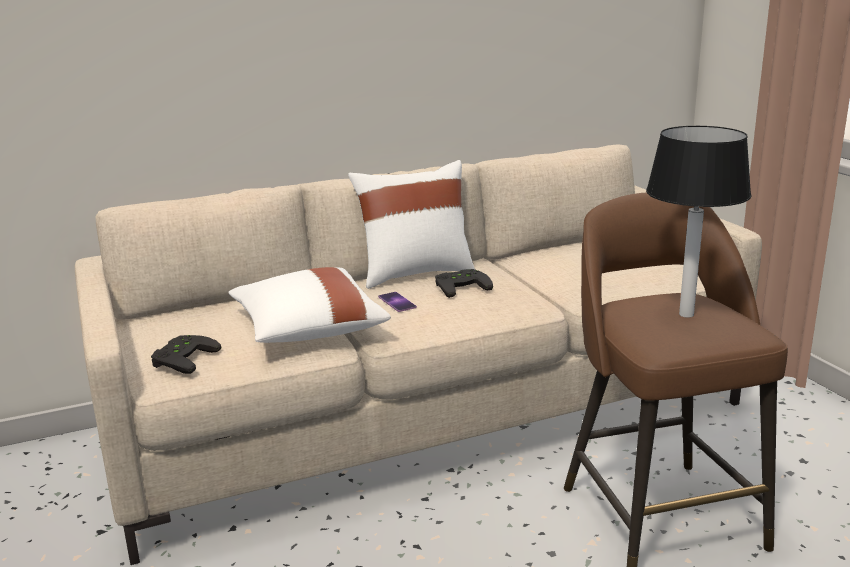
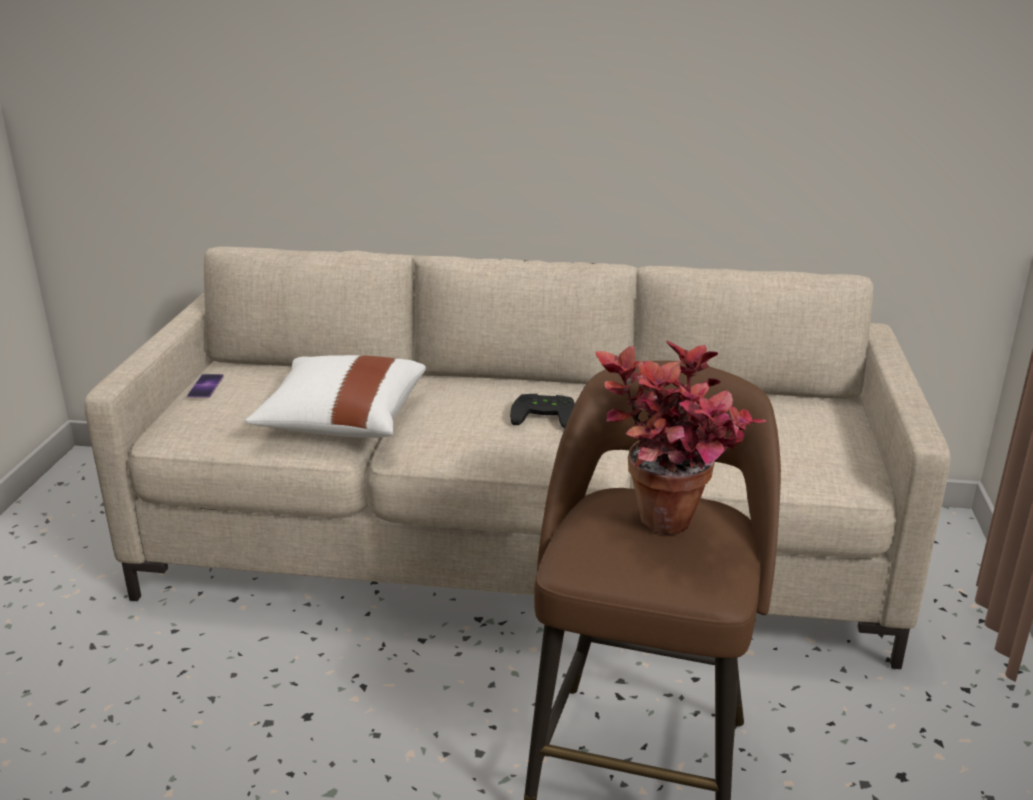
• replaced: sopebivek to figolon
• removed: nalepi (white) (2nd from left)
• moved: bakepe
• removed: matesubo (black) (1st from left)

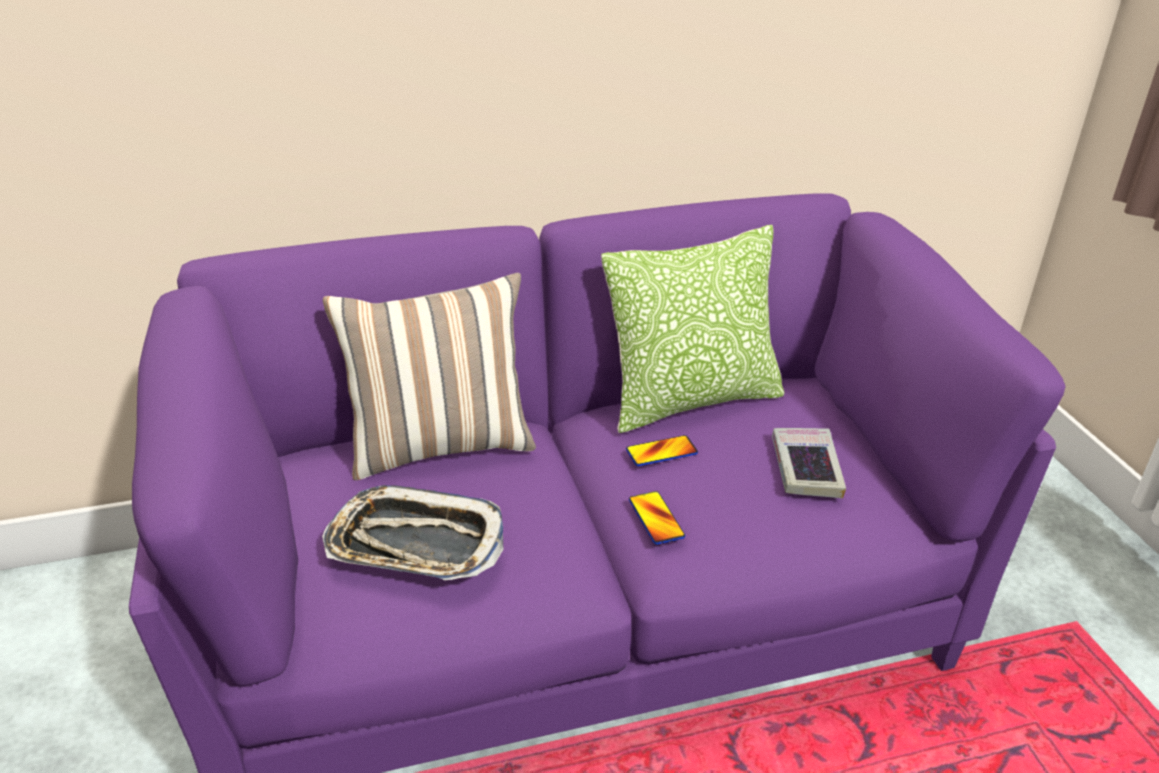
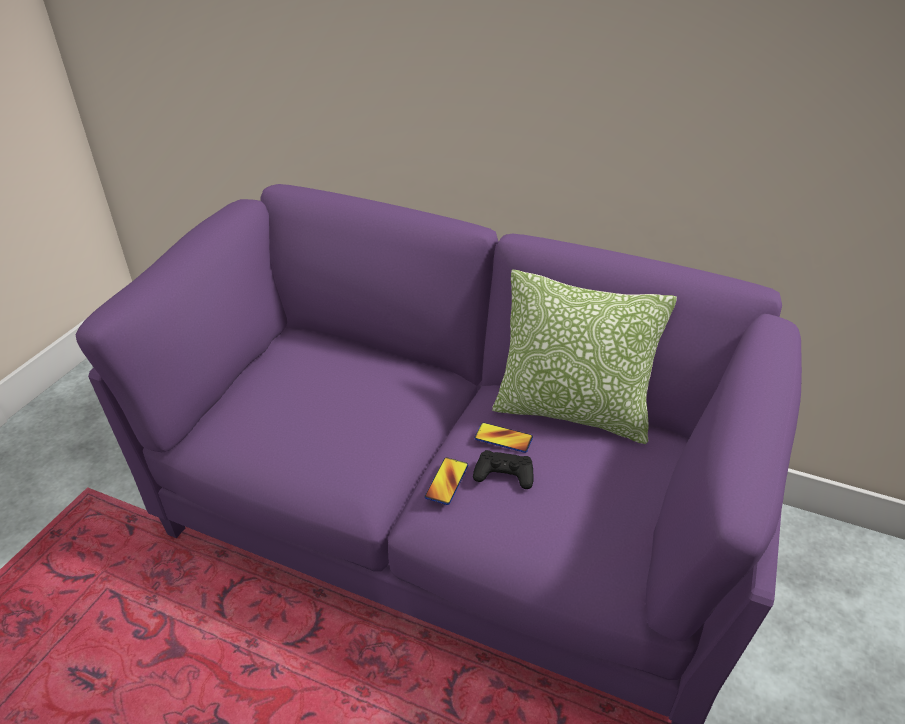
• removed: nalepi (1st from left)
• removed: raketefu
• removed: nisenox
• added: matesubo (black)

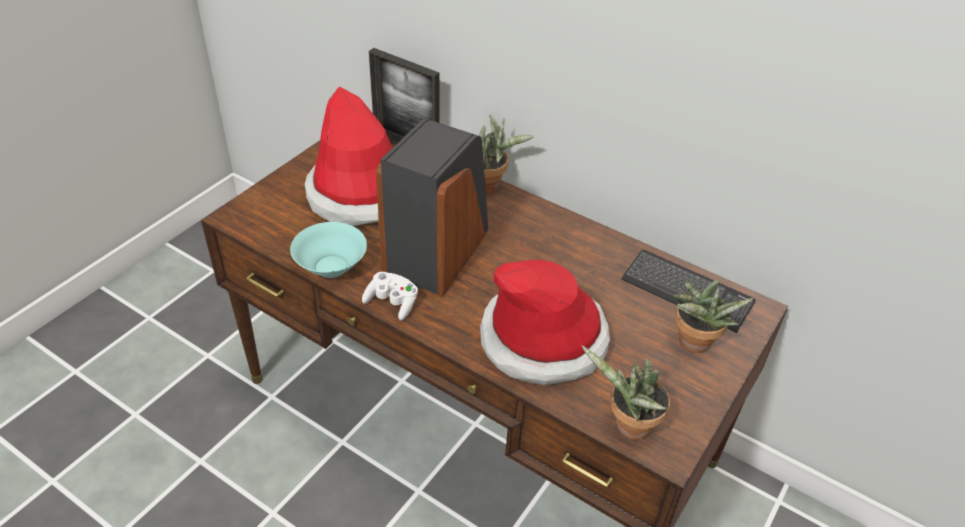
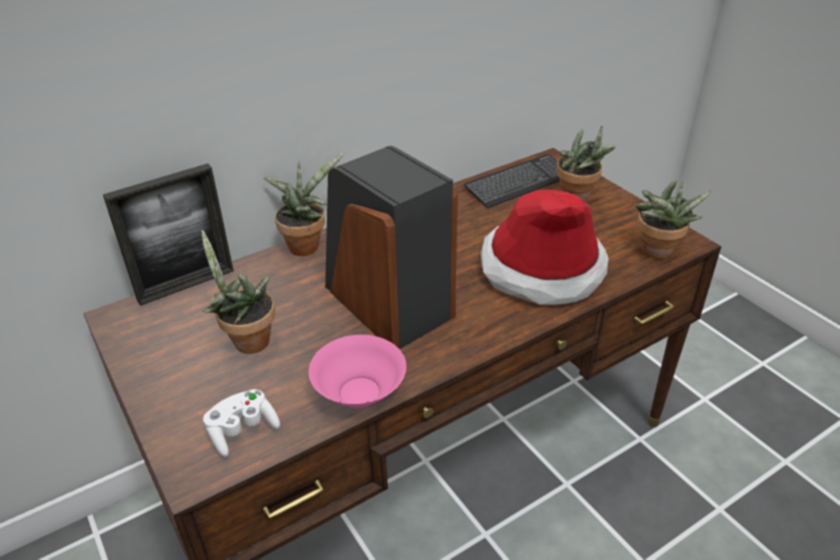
• replaced: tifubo (1st from left) to figolon (1st from left)
• recoloured: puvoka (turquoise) to puvoka (pink)
• moved: matesubo (white)

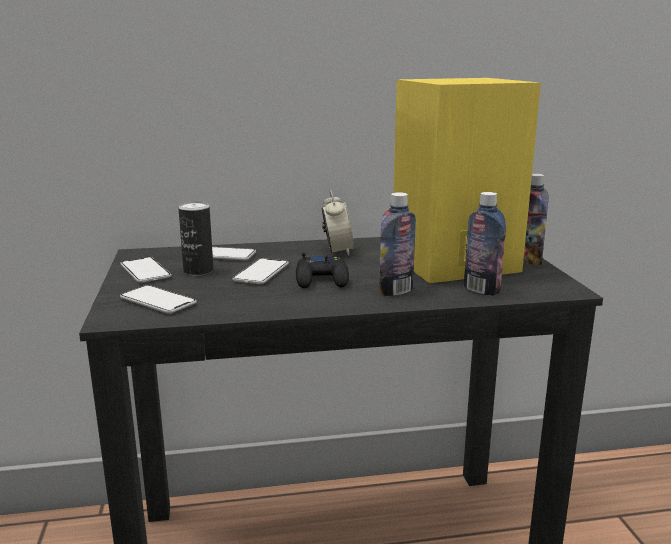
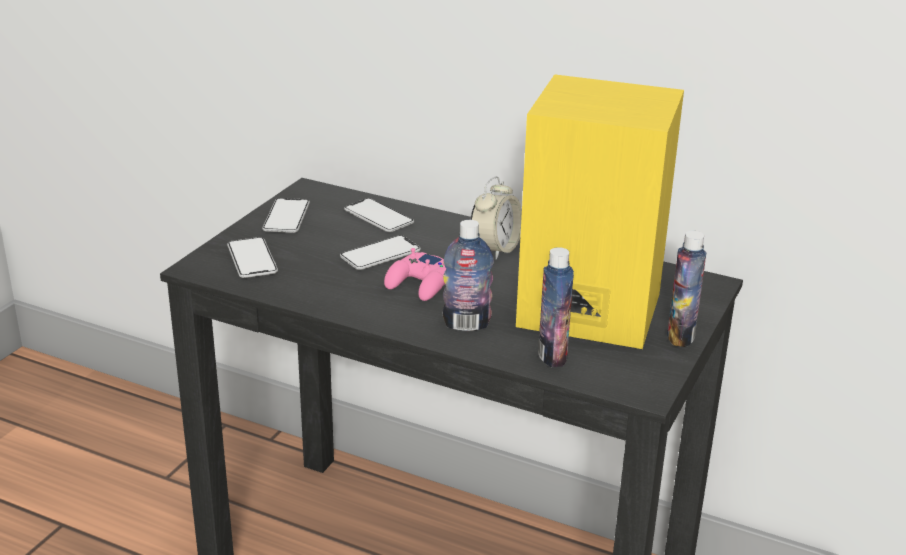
• removed: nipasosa
• recoloured: matesubo (black) to matesubo (pink)

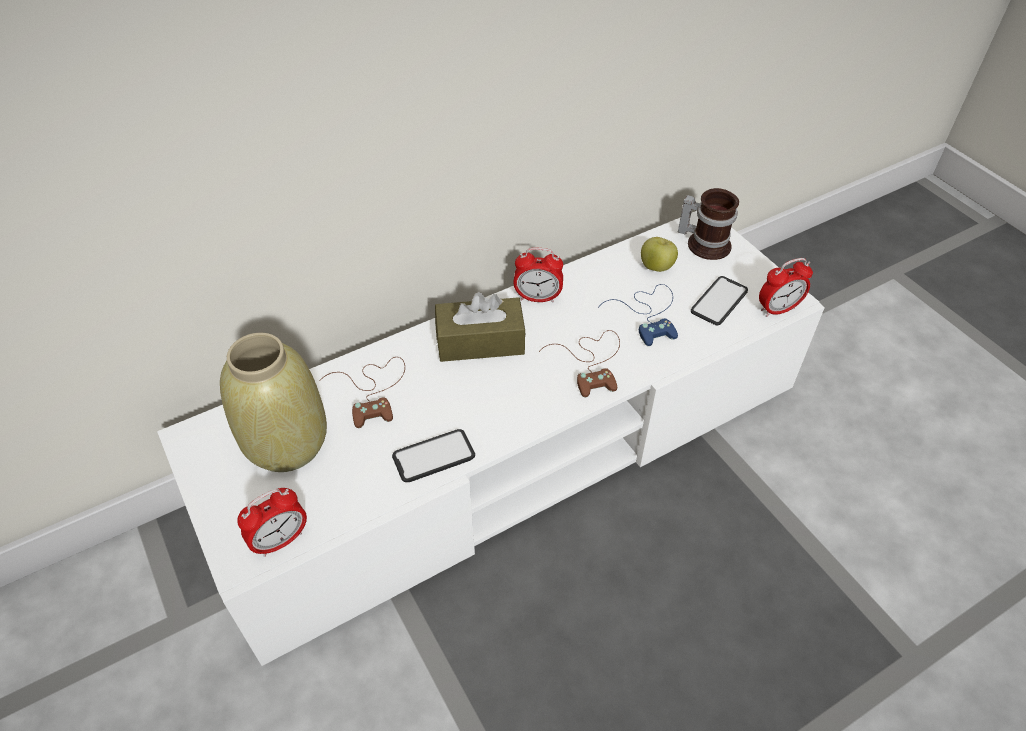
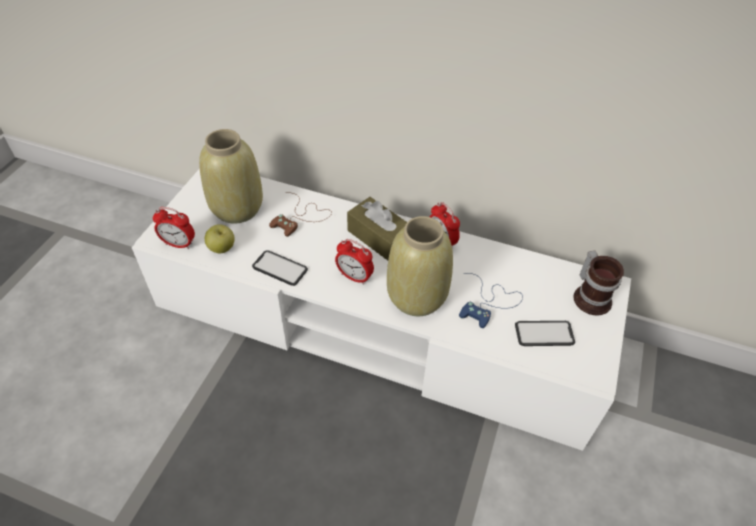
• moved: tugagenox
• moved: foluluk (3rd from left in the first image) to foluluk (2nd from left)
• replaced: matesubo (brown) (2nd from left) to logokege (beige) (2nd from left)

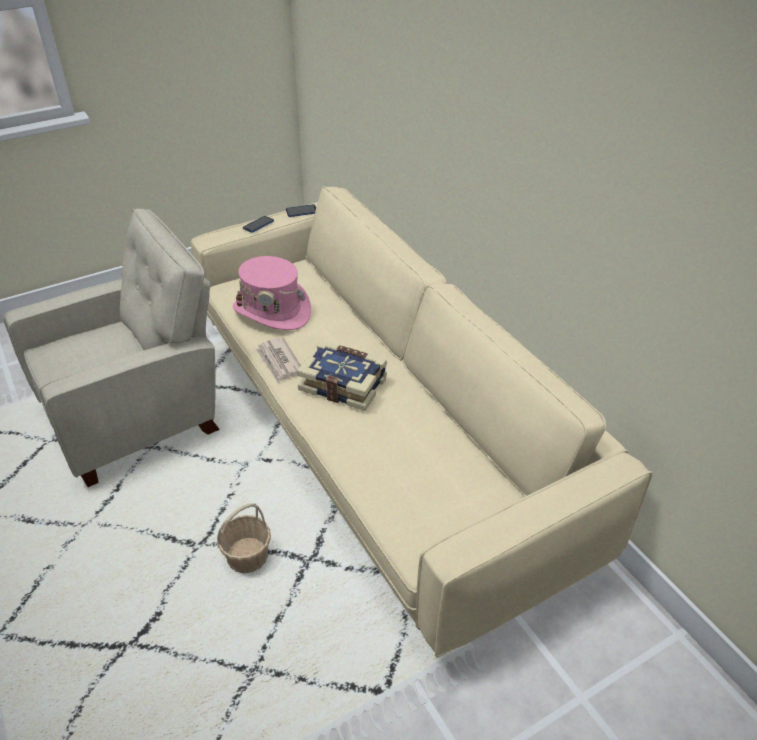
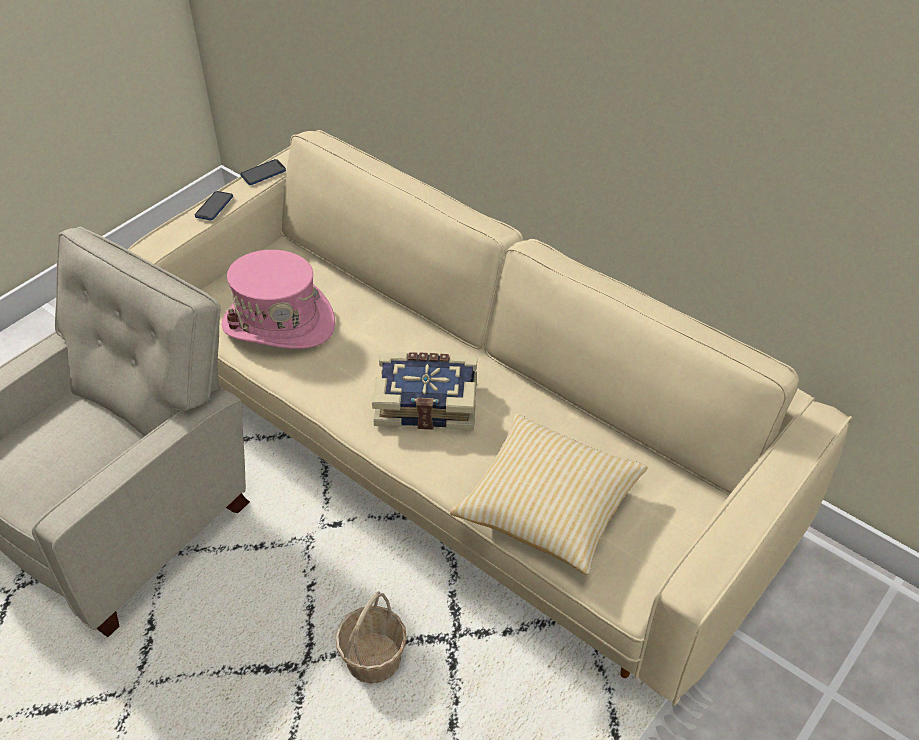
• removed: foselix
• added: nalepi

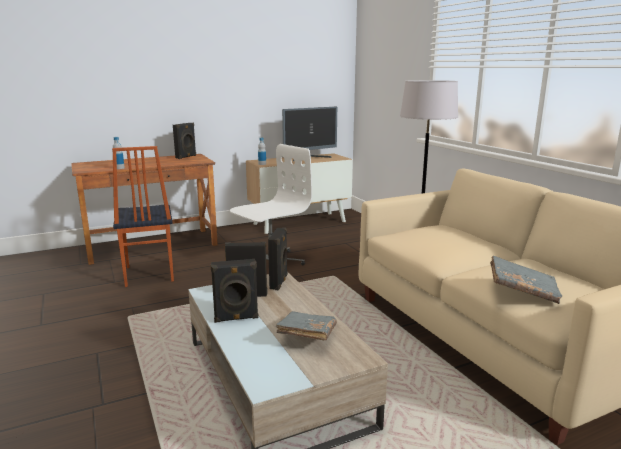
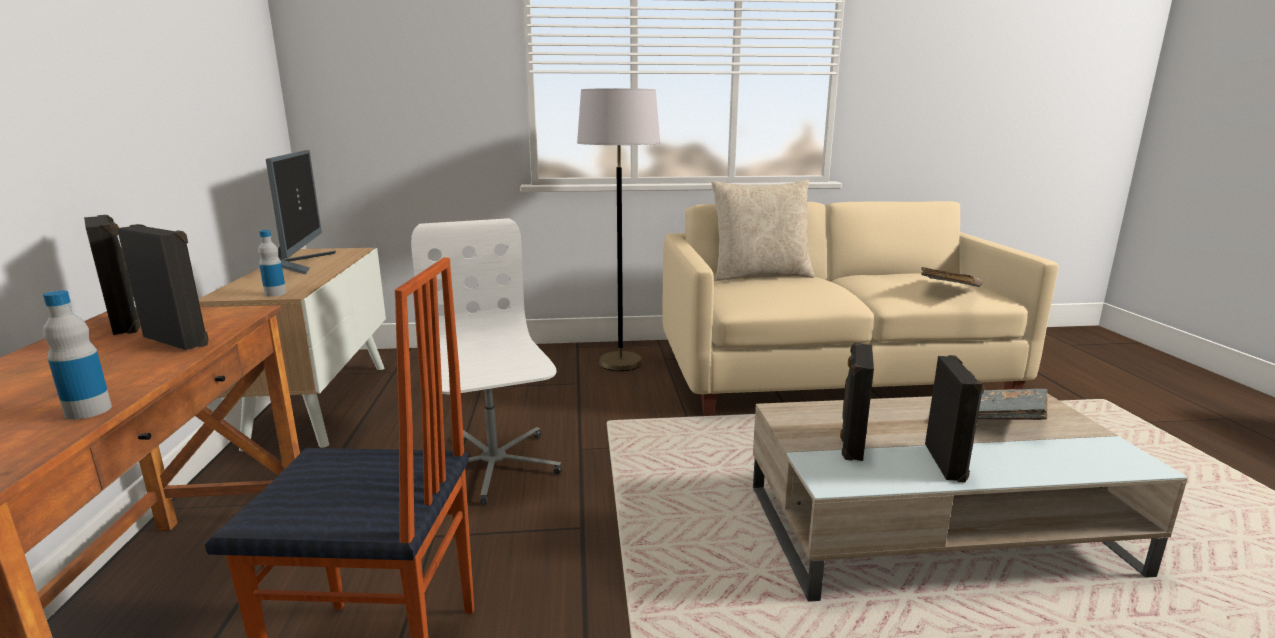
• moved: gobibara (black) (4th from left in the first image) to gobibara (black) (2nd from left)
• added: nalepi (beige)

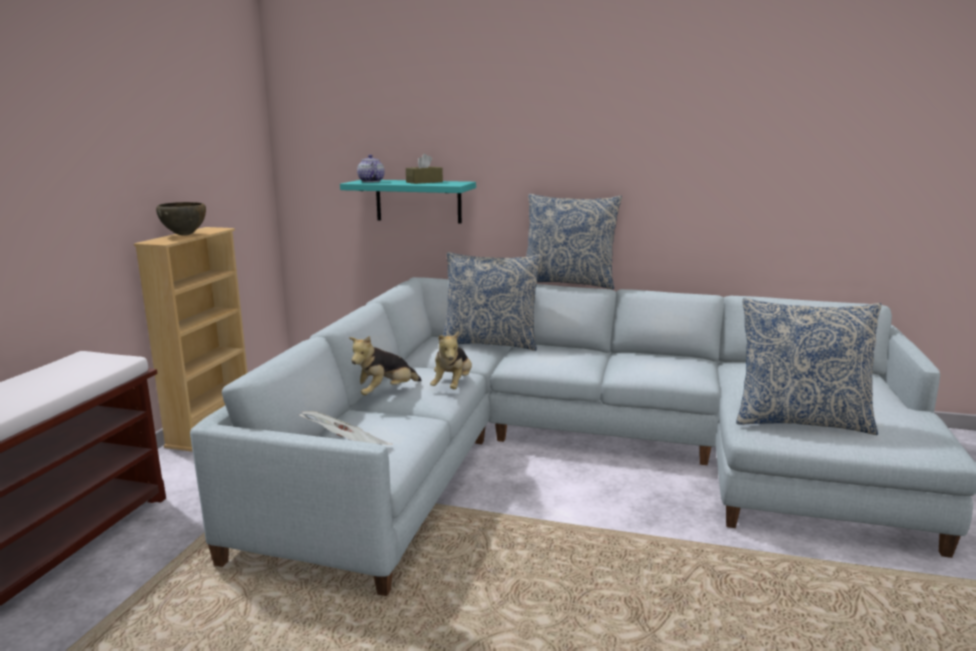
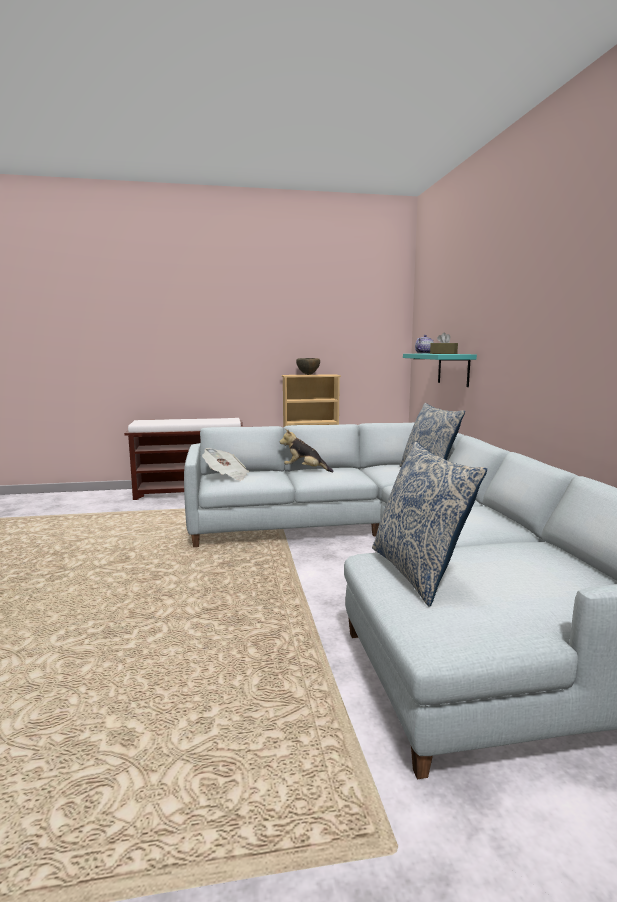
• removed: nalepi (2nd from left)
• removed: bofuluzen (2nd from left)

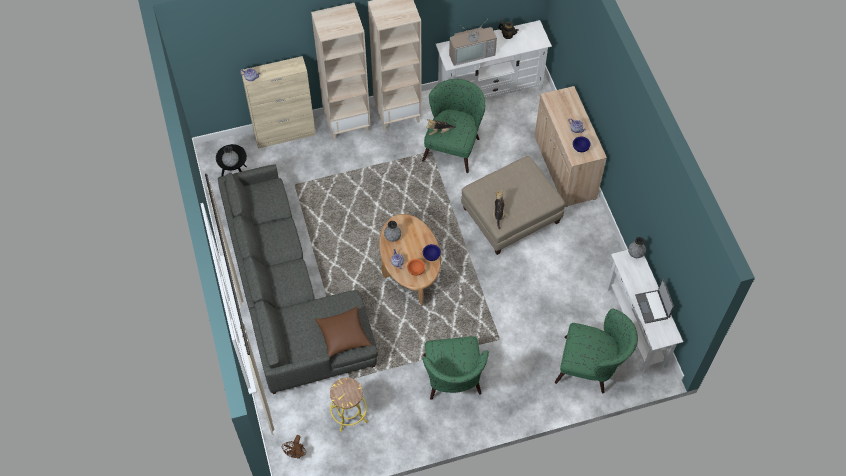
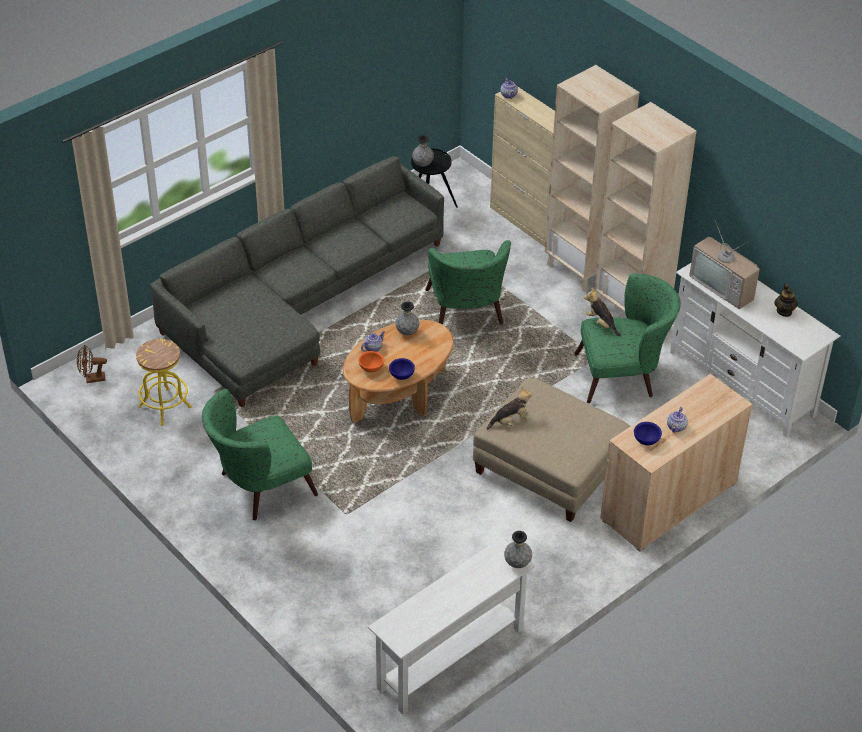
• removed: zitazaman
• removed: nalepi (brown)
• moved: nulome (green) (3rd from left in the first image) to nulome (green) (2nd from left)

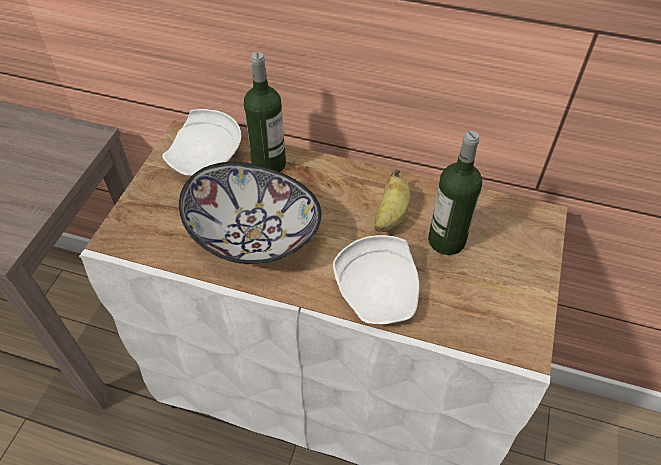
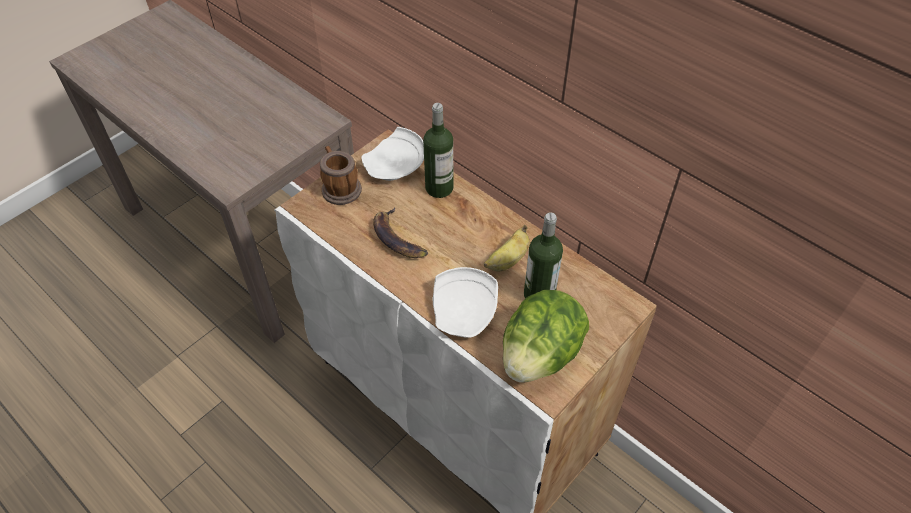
• replaced: puvoka to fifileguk (1st from left)
• added: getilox
• added: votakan

